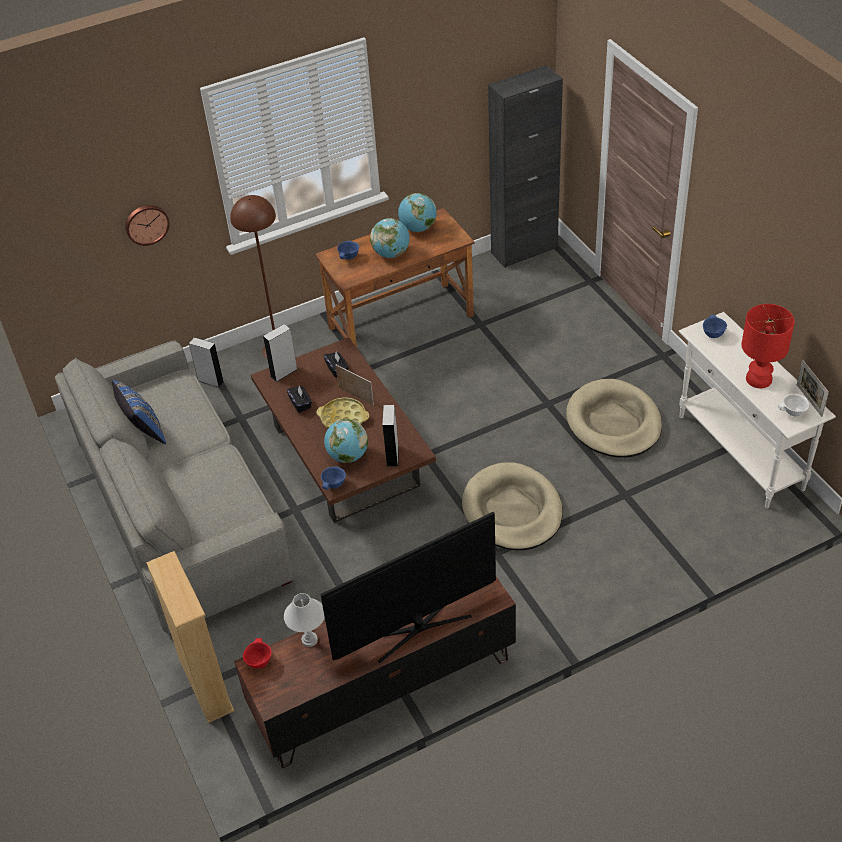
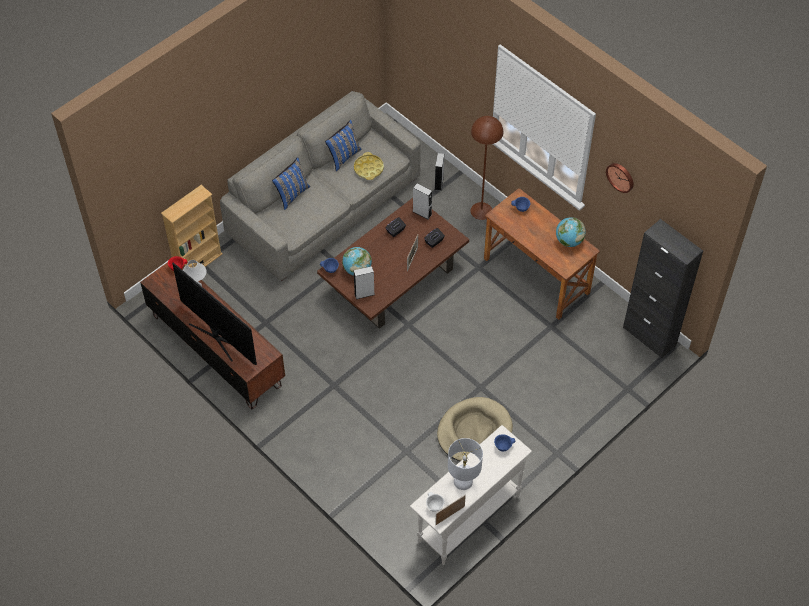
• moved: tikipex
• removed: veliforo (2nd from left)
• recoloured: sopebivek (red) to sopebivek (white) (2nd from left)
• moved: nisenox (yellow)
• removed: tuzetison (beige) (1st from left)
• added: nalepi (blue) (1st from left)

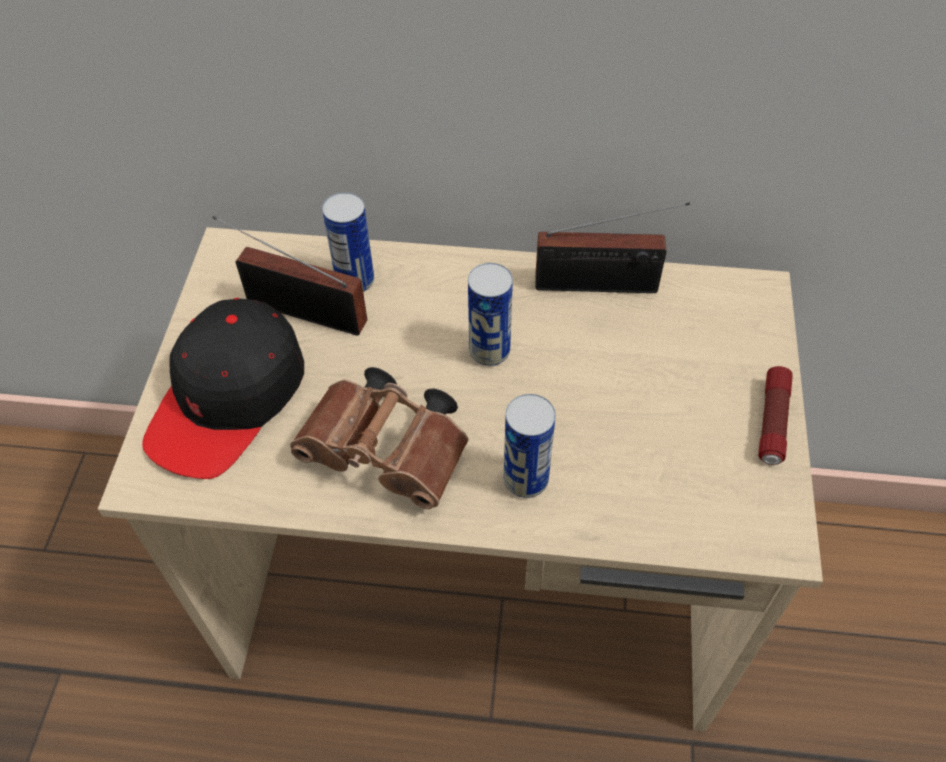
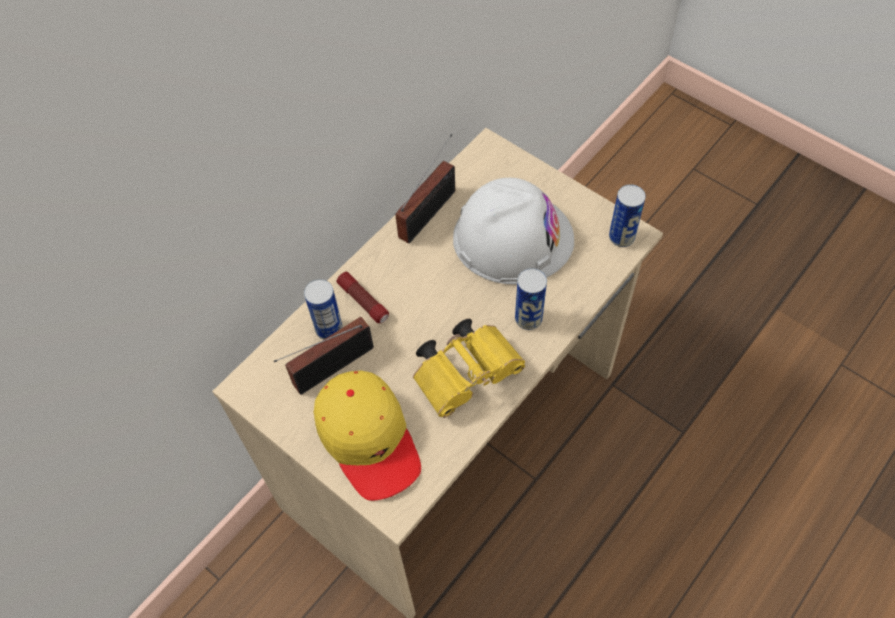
• moved: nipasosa (2nd from left in the first image) to nipasosa (3rd from left)
• recoloured: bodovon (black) to bodovon (yellow)
• moved: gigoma
• recoloured: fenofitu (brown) to fenofitu (yellow)
• added: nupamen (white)

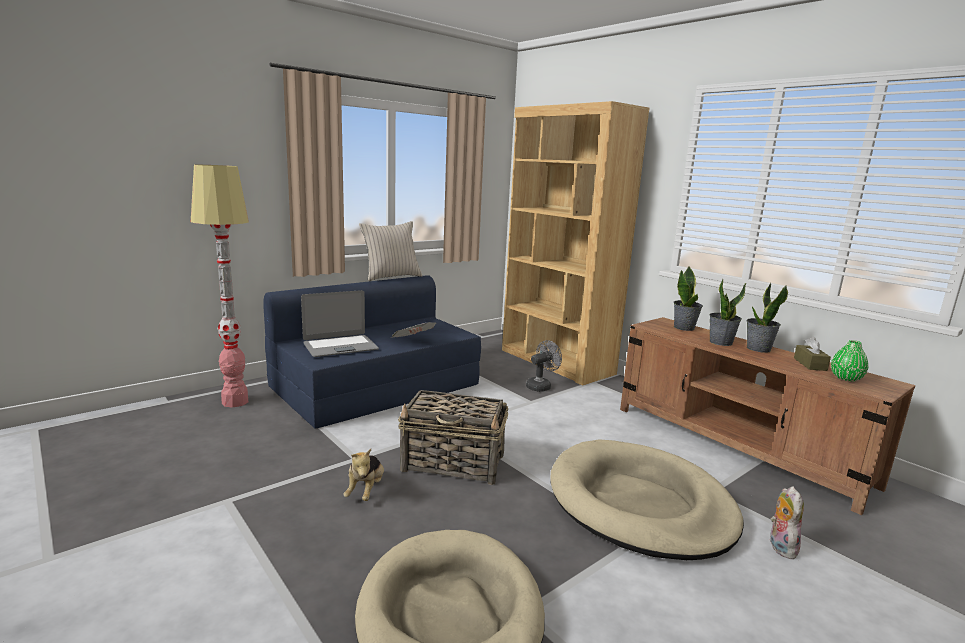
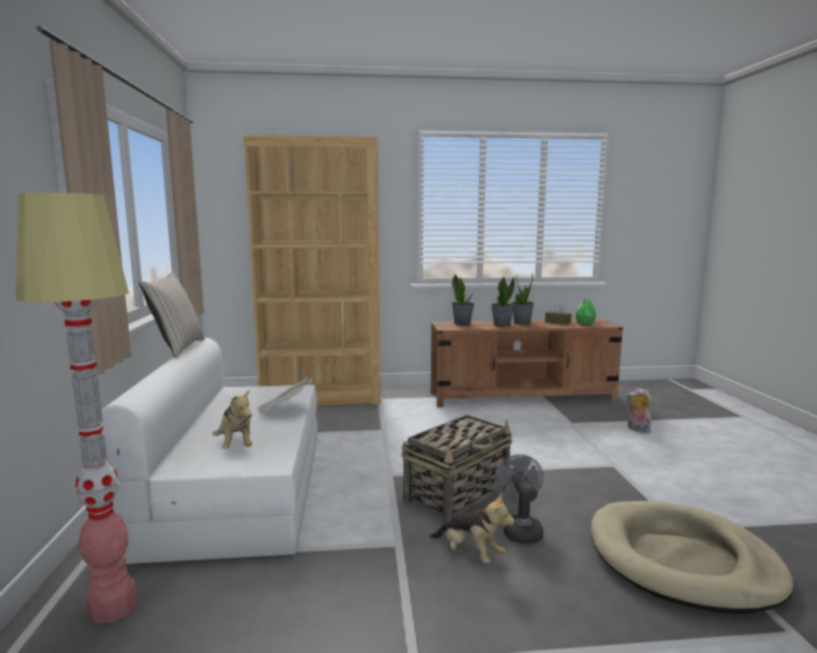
• recoloured: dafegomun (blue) to dafegomun (white)
• replaced: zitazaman to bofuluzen (1st from left)
• moved: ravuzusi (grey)
• removed: tuzetison (beige) (2nd from left)

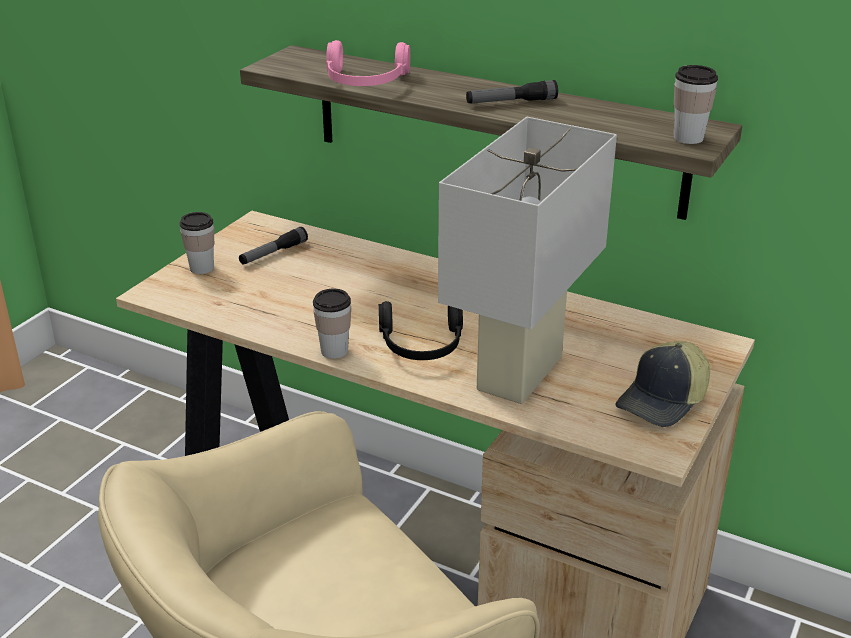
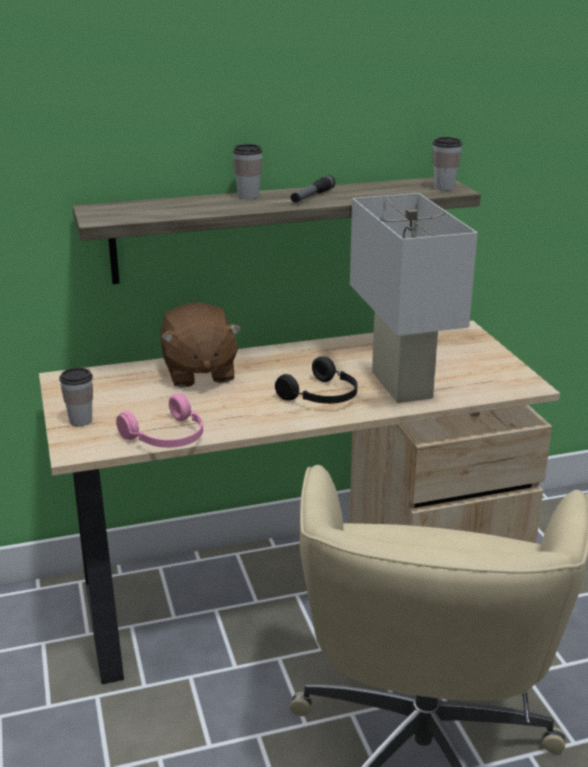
• moved: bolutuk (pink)
• removed: gigoma (1st from left)
• moved: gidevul (2nd from left)
• removed: bodovon
• added: bofuluzen (brown)

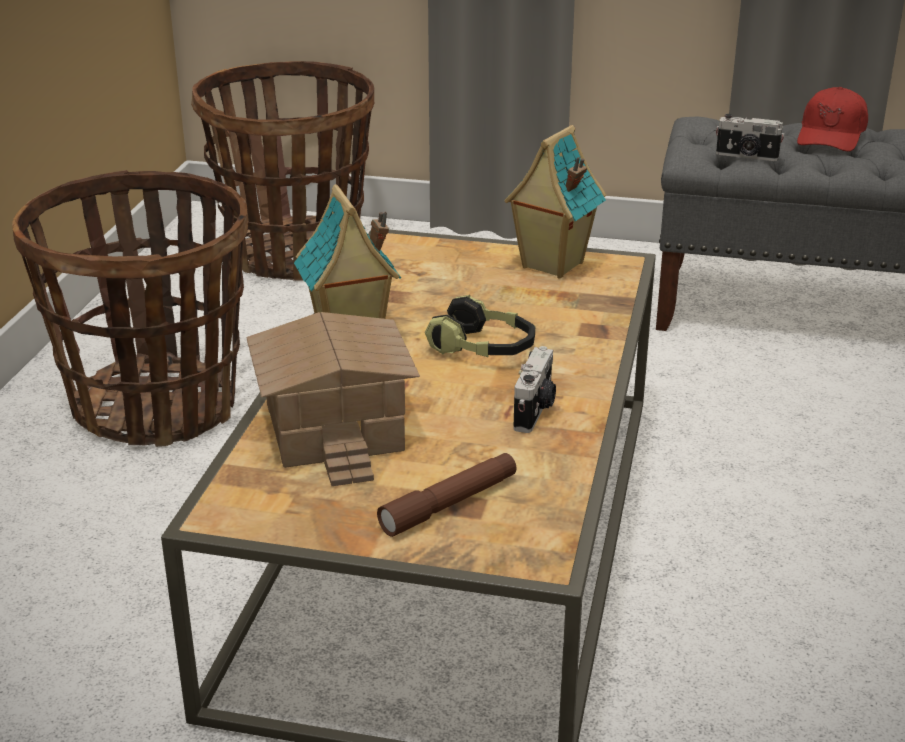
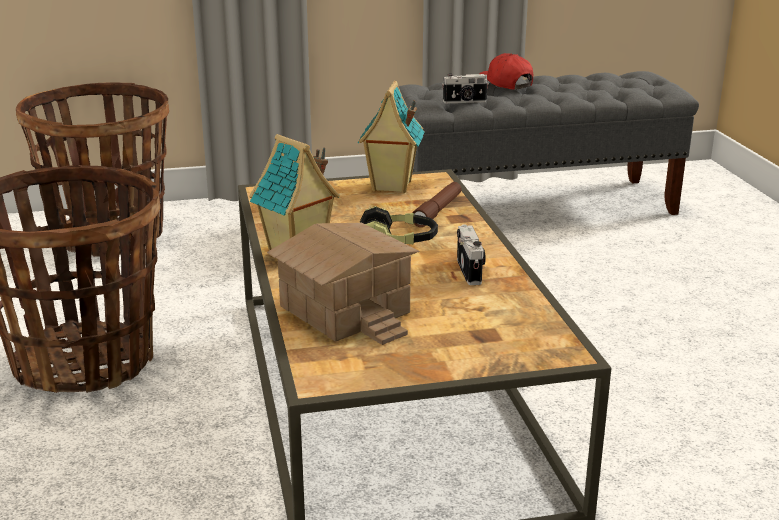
• turned: bodovon (red) 150 degrees clockwise
• moved: gigoma (brown)

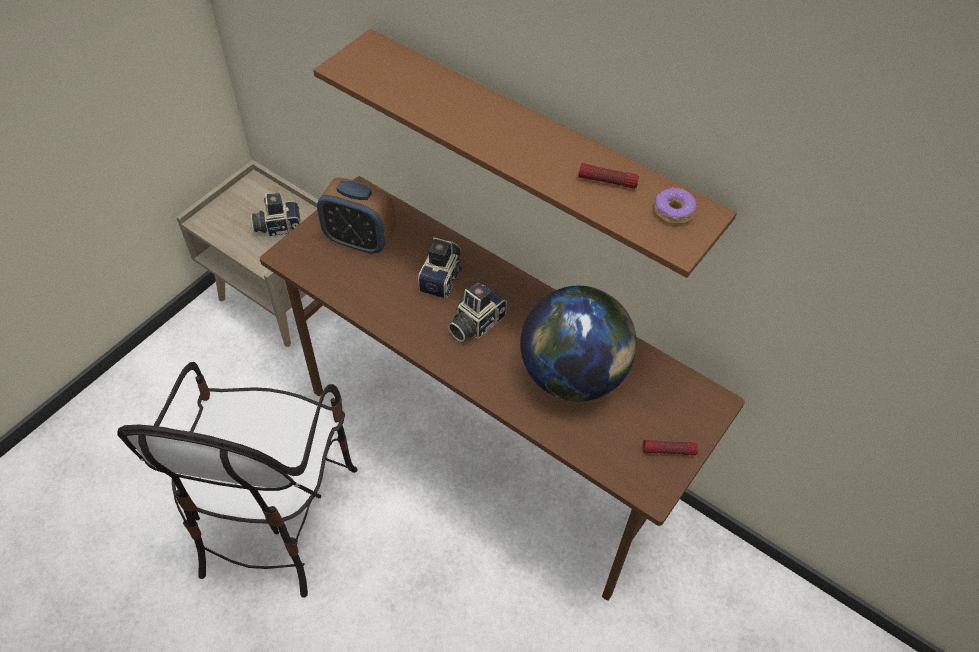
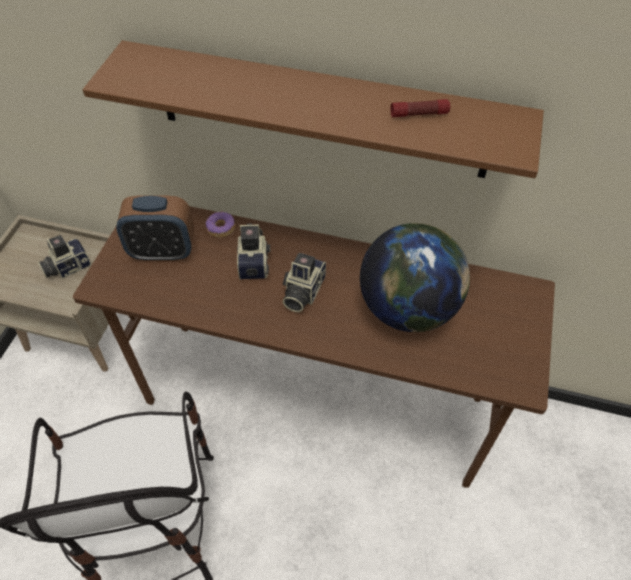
• moved: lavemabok
• removed: gigoma (2nd from left)

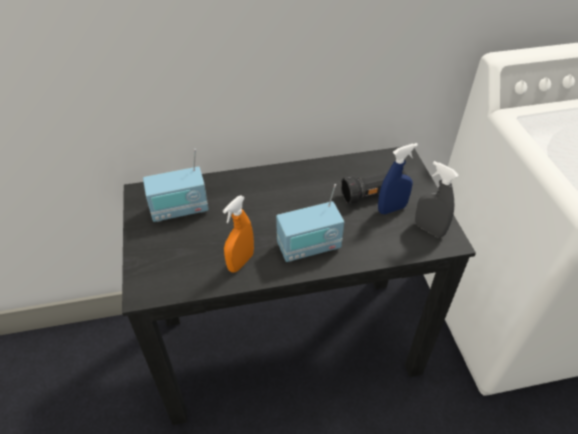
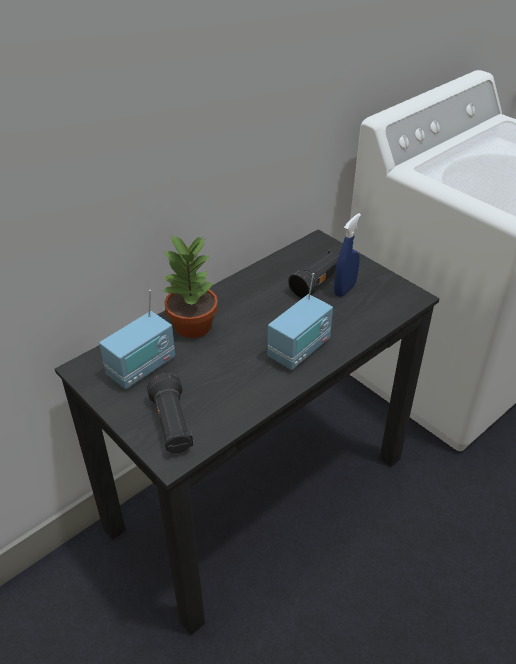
• removed: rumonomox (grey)
• removed: rumonomox (orange)
• added: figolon
• added: gigoma (black) (1st from left)

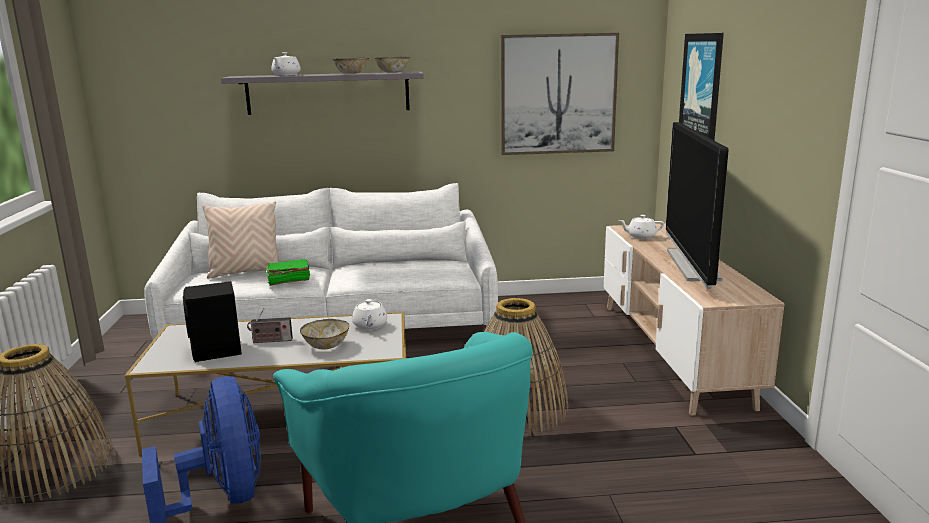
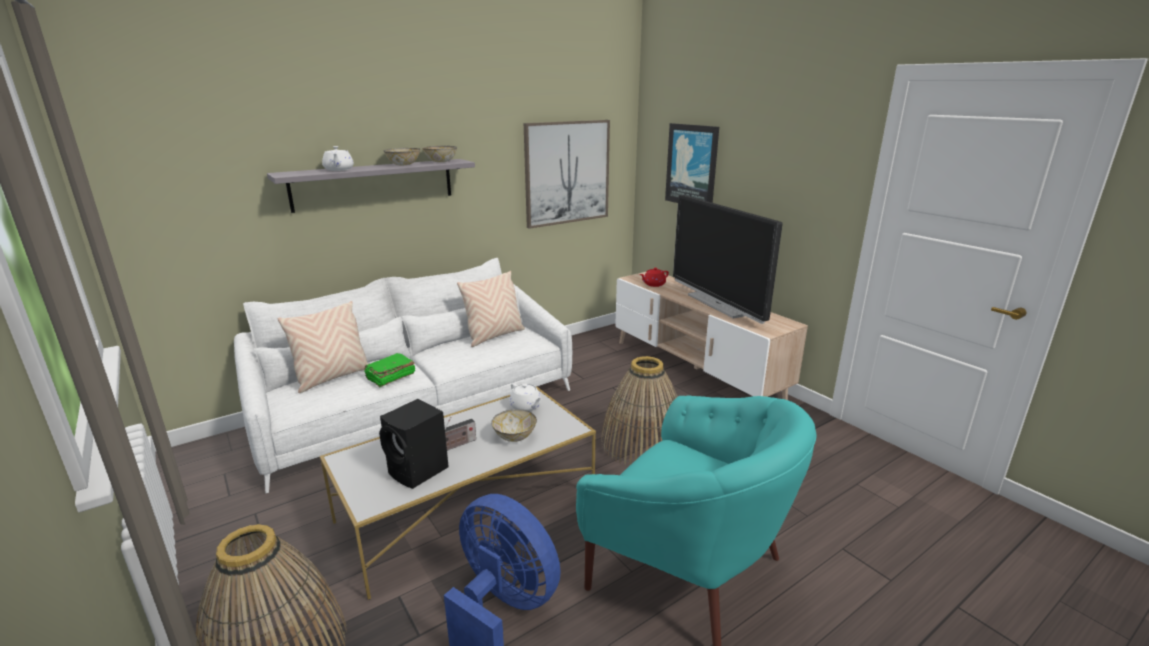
• recoloured: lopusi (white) (3rd from left) to lopusi (red)
• added: nalepi (beige) (2nd from left)

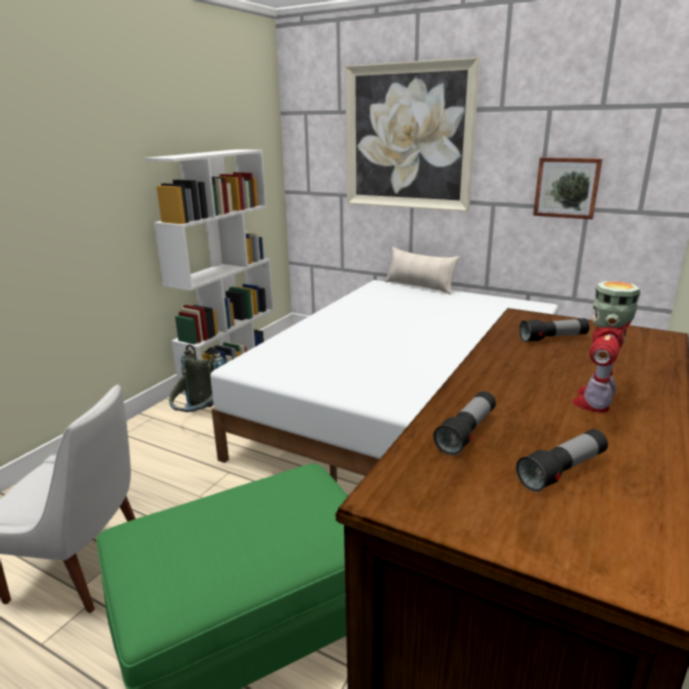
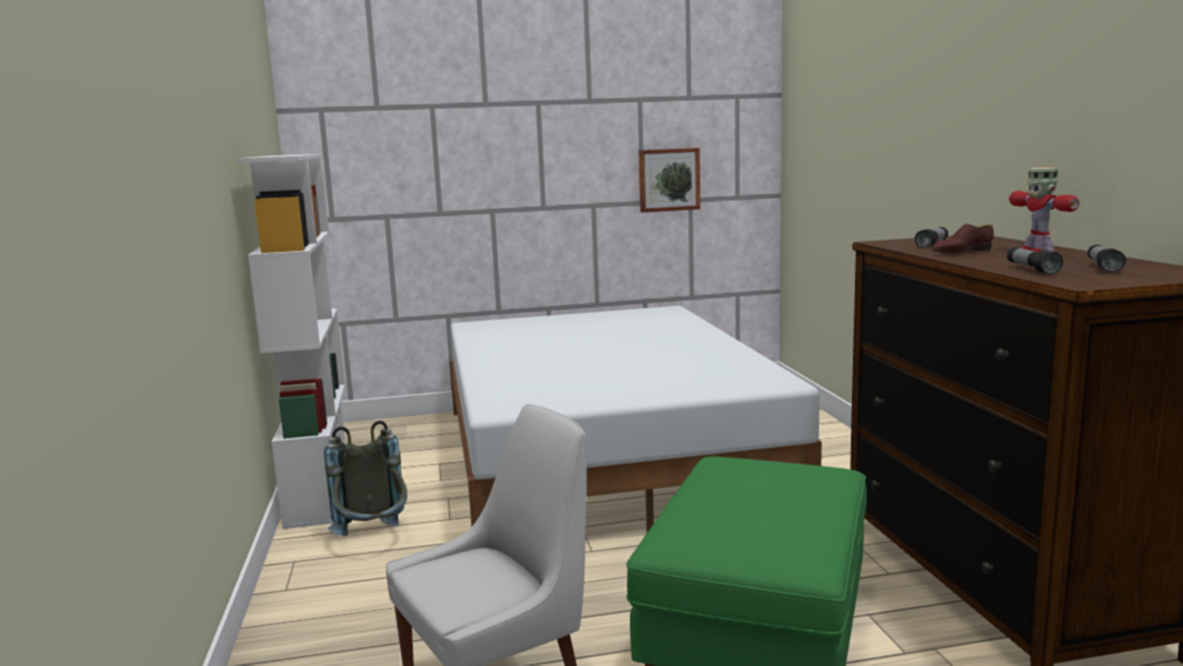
• removed: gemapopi (1st from left)
• removed: nalepi (beige)
• added: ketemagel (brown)

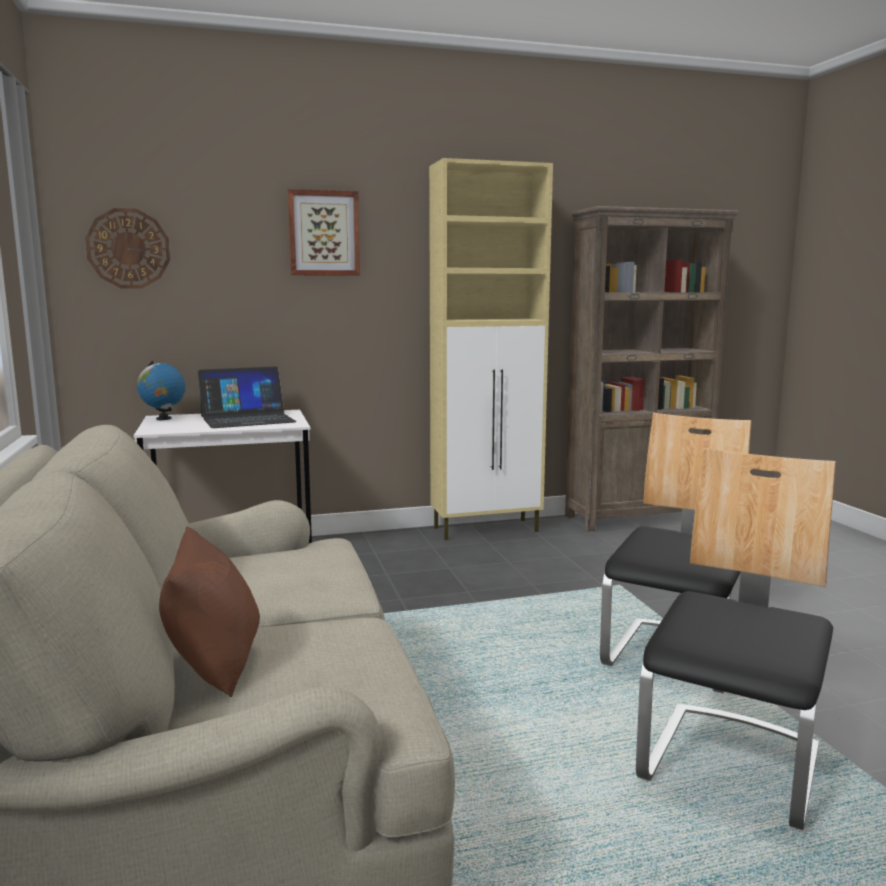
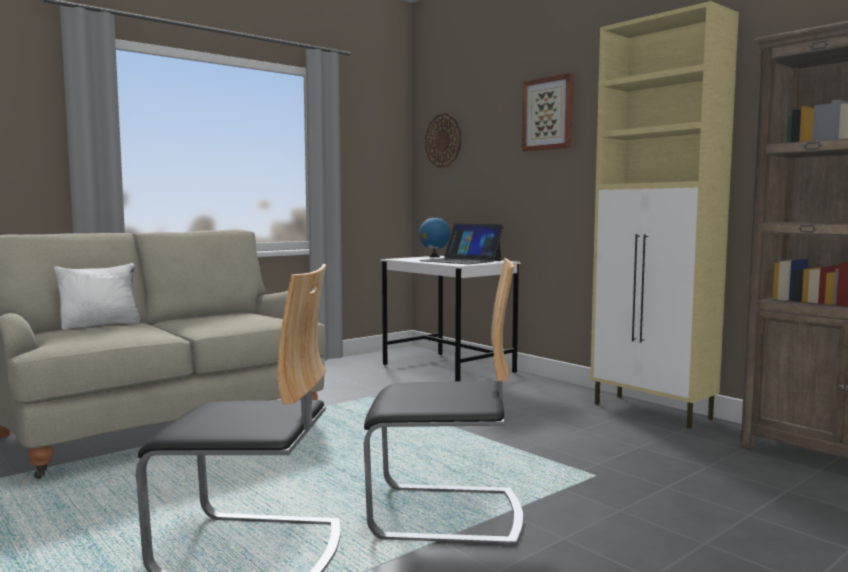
• recoloured: nalepi (brown) to nalepi (white)

